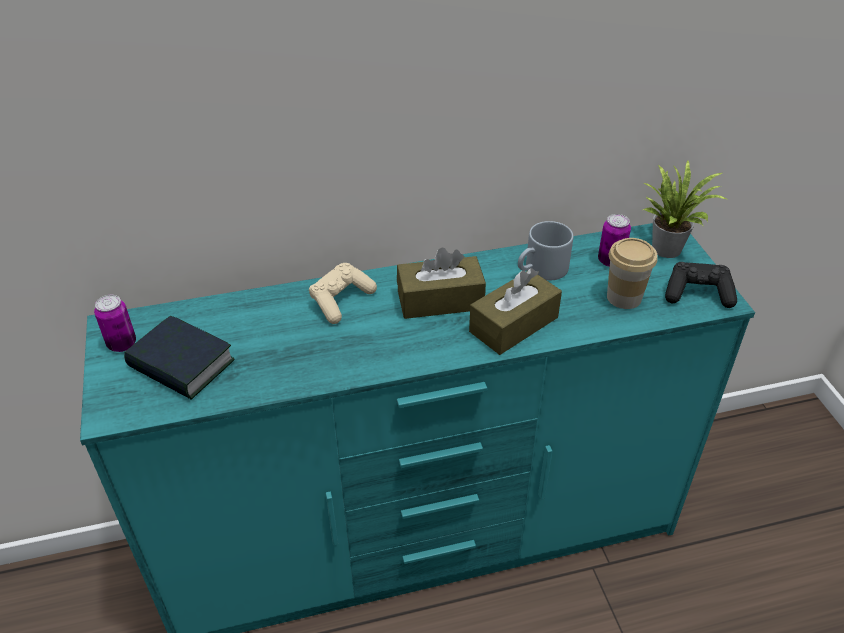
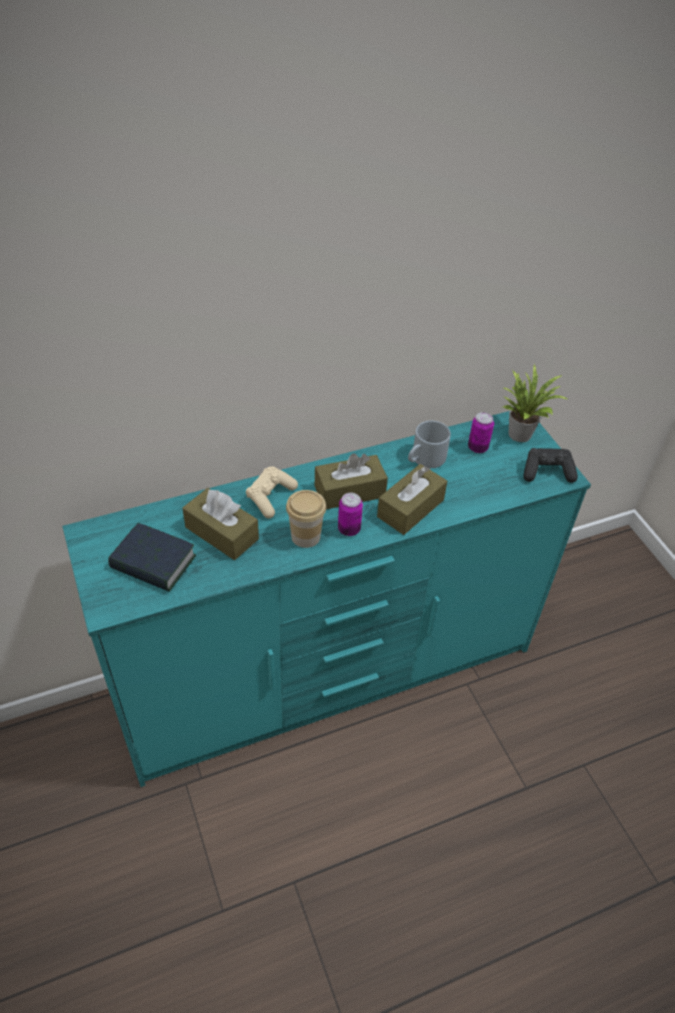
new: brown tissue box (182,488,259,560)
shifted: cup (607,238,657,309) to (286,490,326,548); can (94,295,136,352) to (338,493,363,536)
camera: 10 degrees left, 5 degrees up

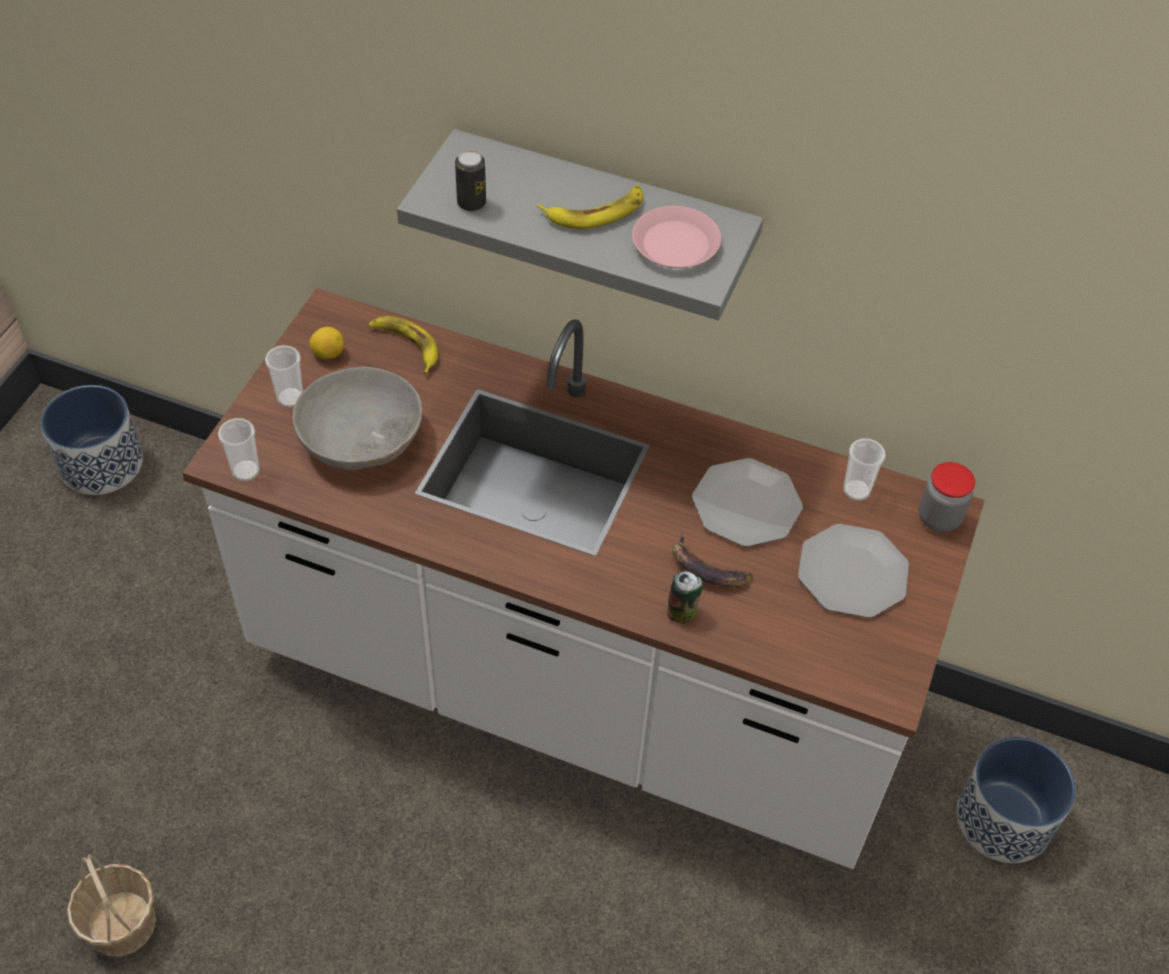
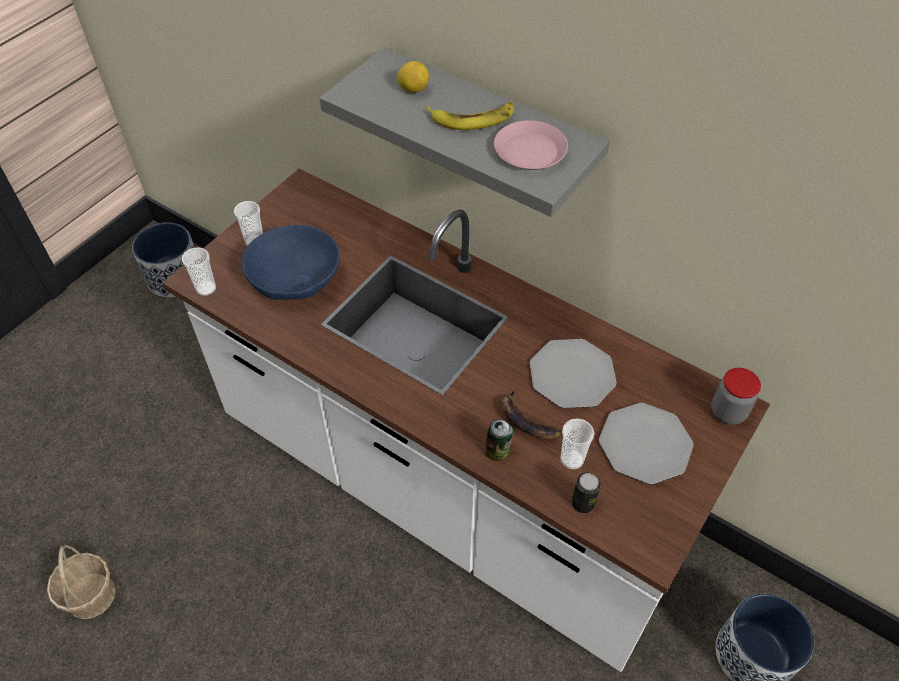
gone: banana (369,316,438,374)
shifted: lemon (309,327,344,359) to (397,61,429,93); cup (843,438,886,501) to (560,418,594,470); can (455,150,486,211) to (572,472,601,513)
repainted: grey bowl (292,367,423,470) to blue bowl (242,225,340,300)
camera: 15 degrees right, 0 degrees up

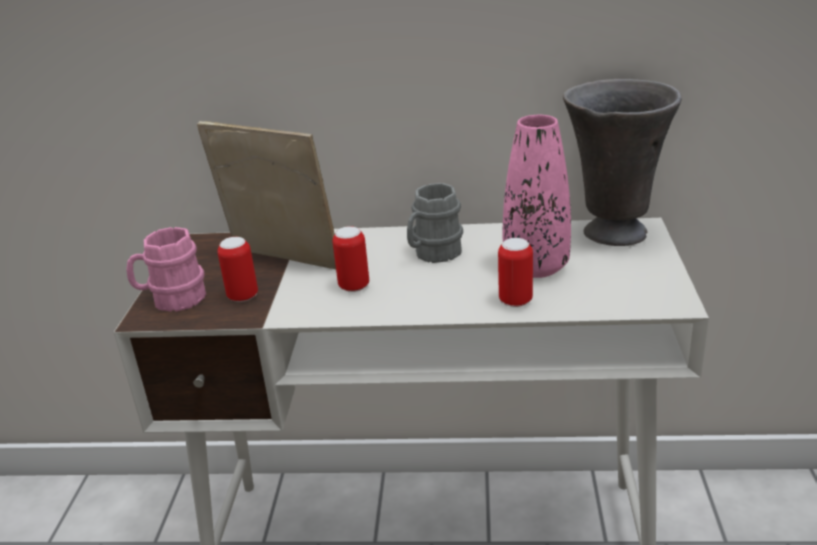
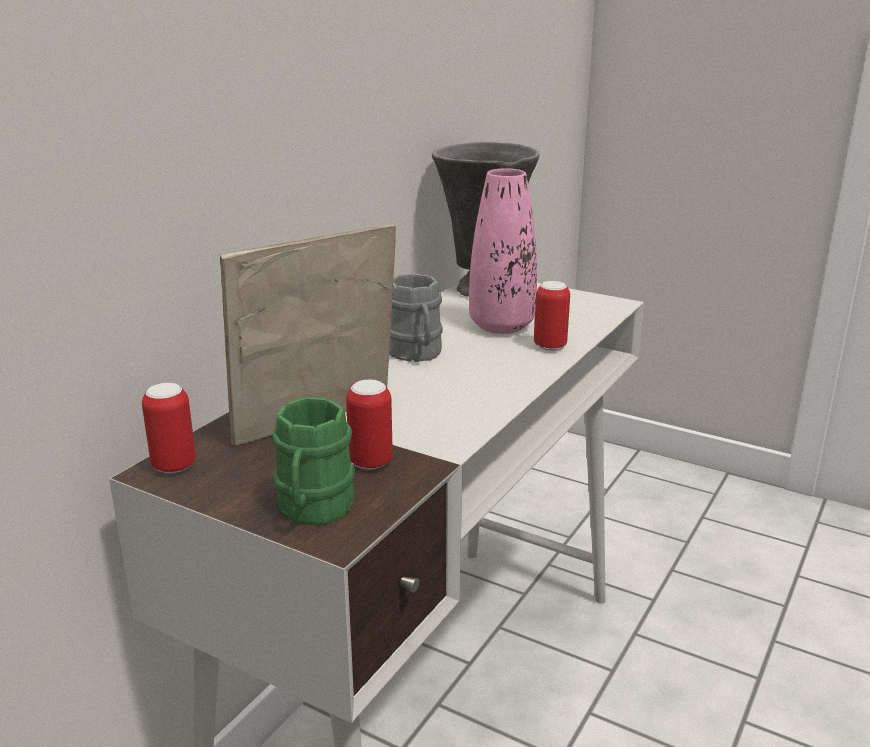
shifted: can (333,226,369,292) to (142,383,196,473)
repainted: pink mug (126,227,206,312) to green mug (272,397,355,526)
camera: 65 degrees left, 5 degrees down

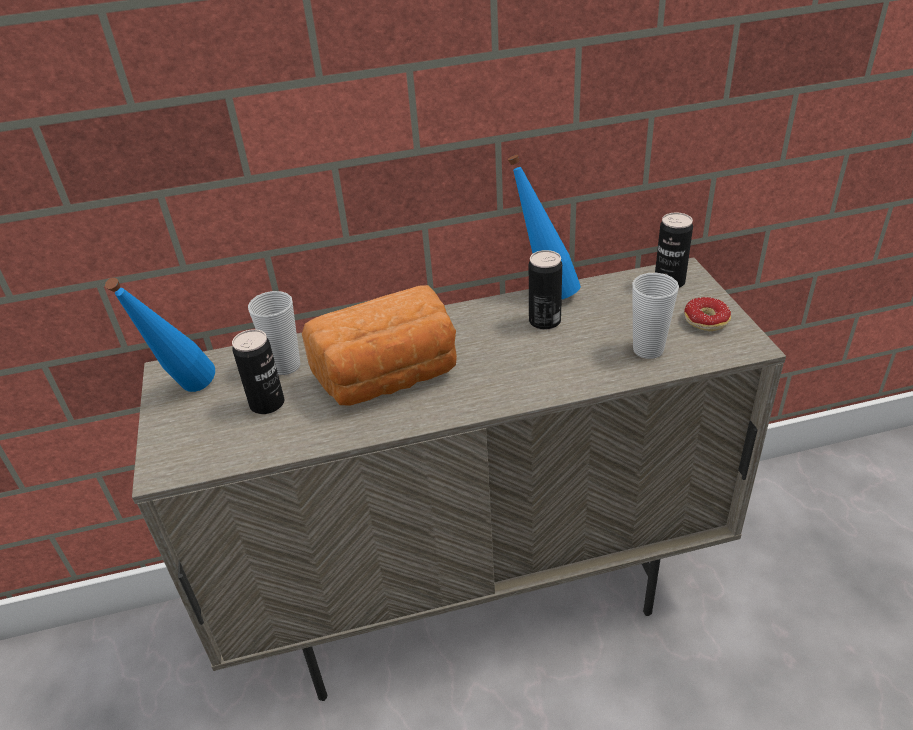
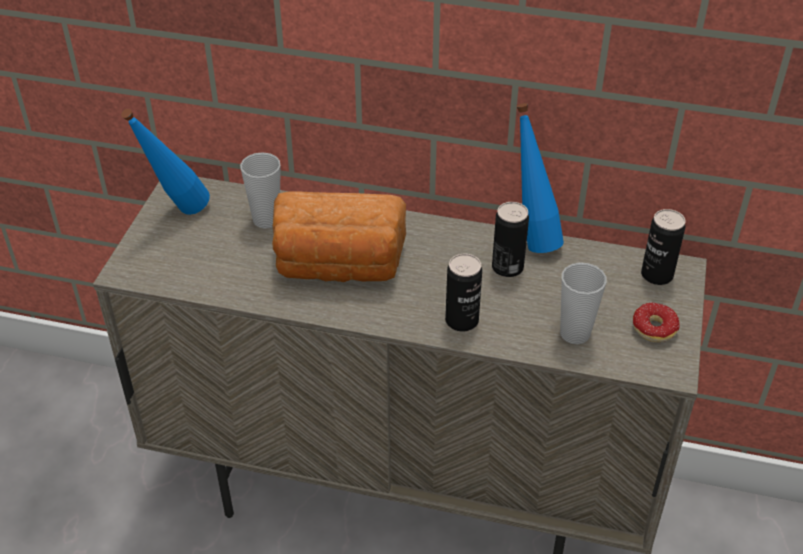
shifted: can (232,329,284,414) to (445,254,482,331)
camera: 25 degrees right, 5 degrees up

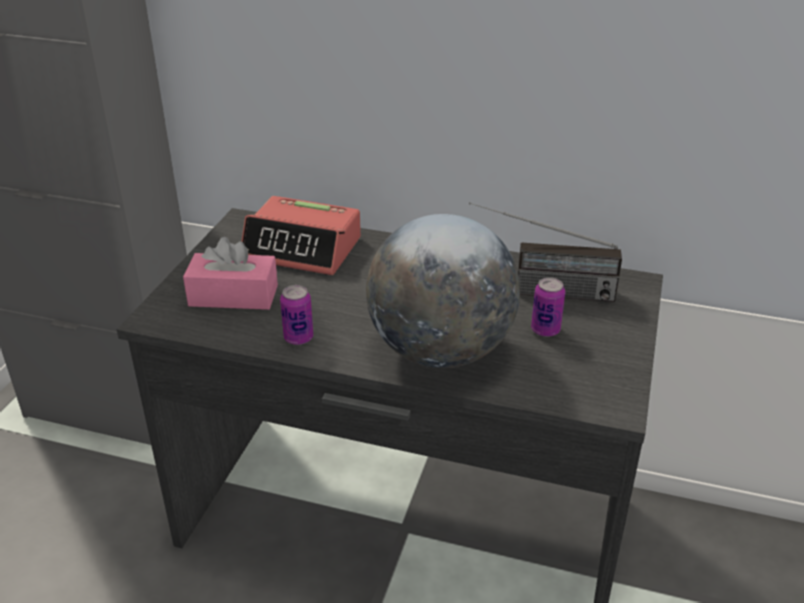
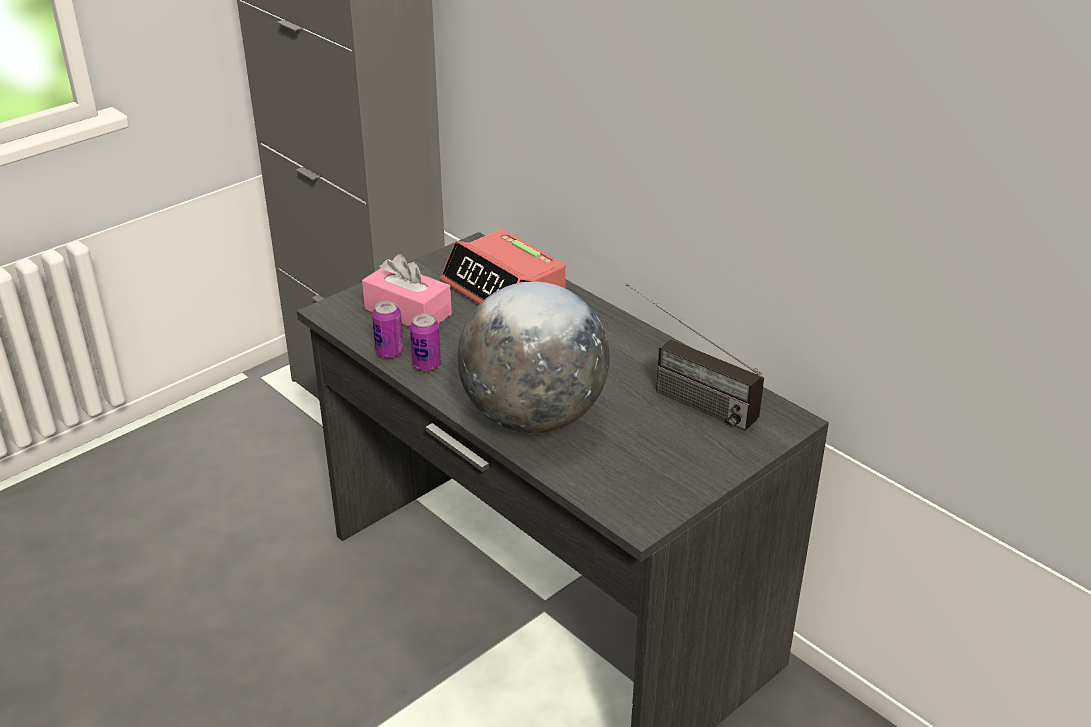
shifted: can (531,277,565,337) to (372,301,404,358)
camera: 30 degrees right, 0 degrees up

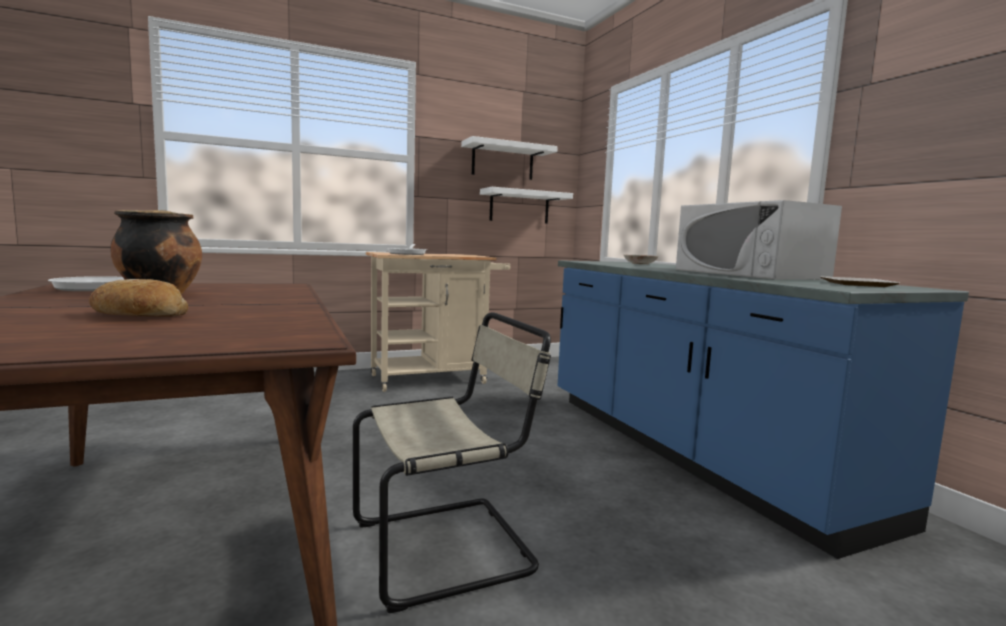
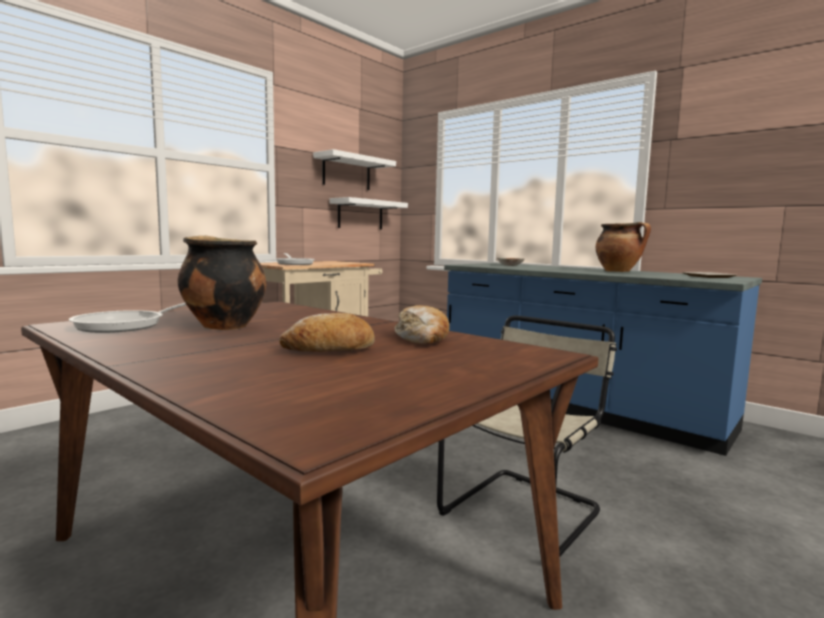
new: bread (394,305,449,344)
swapped: white microwave (676,200,842,280) to cooking pot (596,222,651,272)
camera: 25 degrees left, 0 degrees up

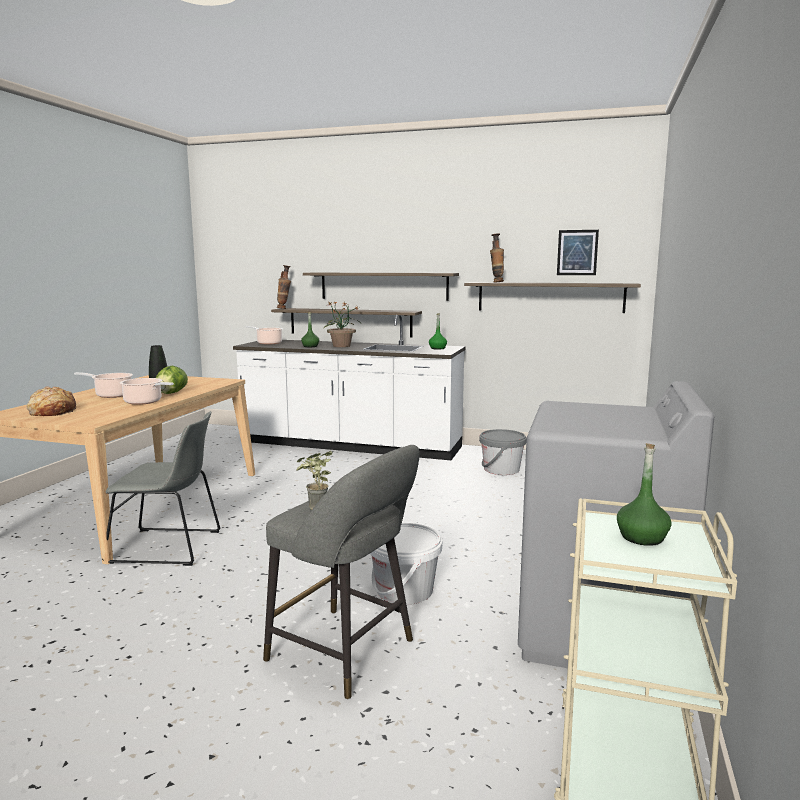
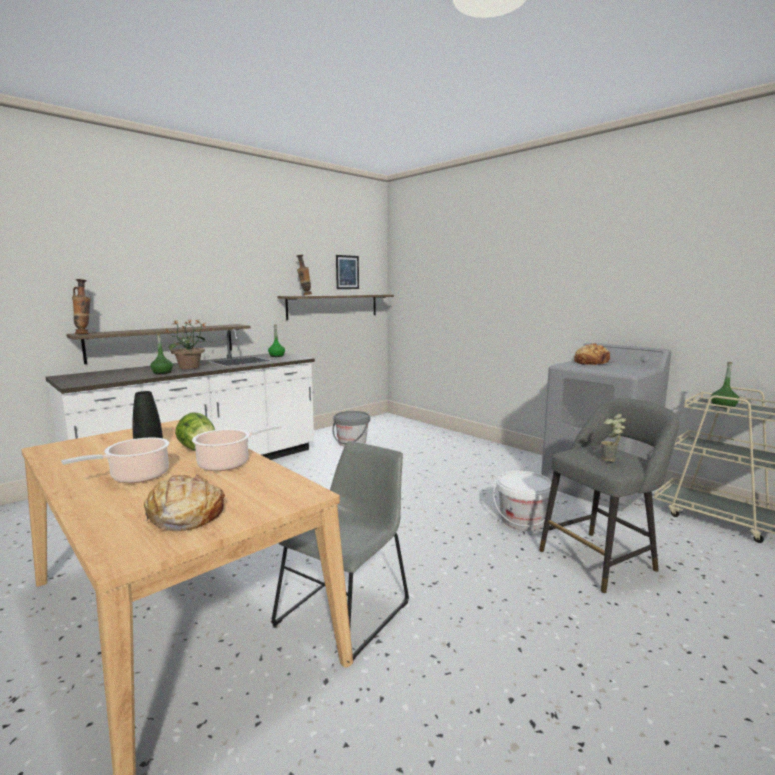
gone: cooking pot (246,326,283,345); shelf (303,273,459,301)
new: bread (574,343,614,366)
camera: 60 degrees left, 0 degrees up

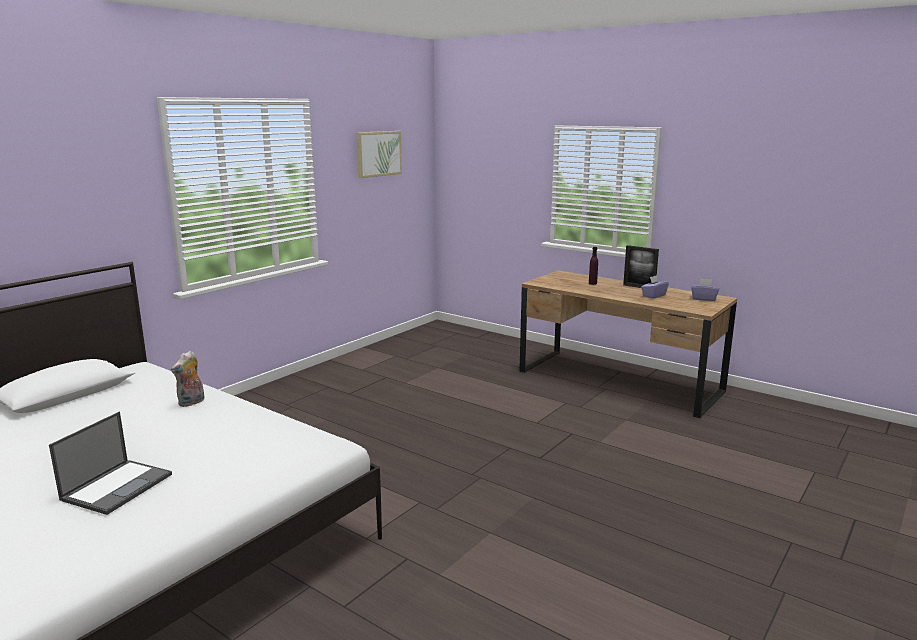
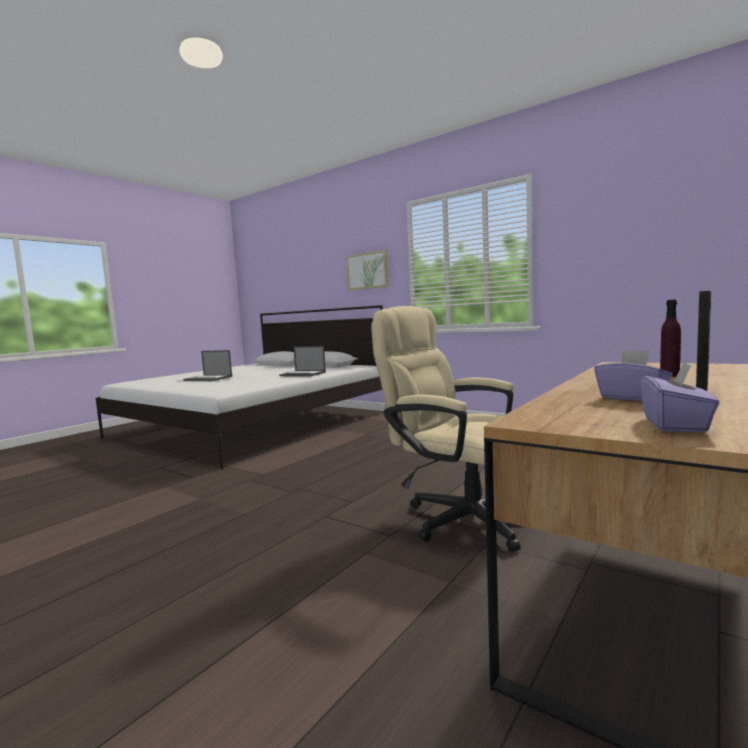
new: beige office chair (371,306,521,552)
shifted: picture (357,131,402,178) to (346,250,389,291)
swapped: plush toy (171,350,205,407) to laptop (279,346,326,377)
camera: 90 degrees right, 10 degrees down

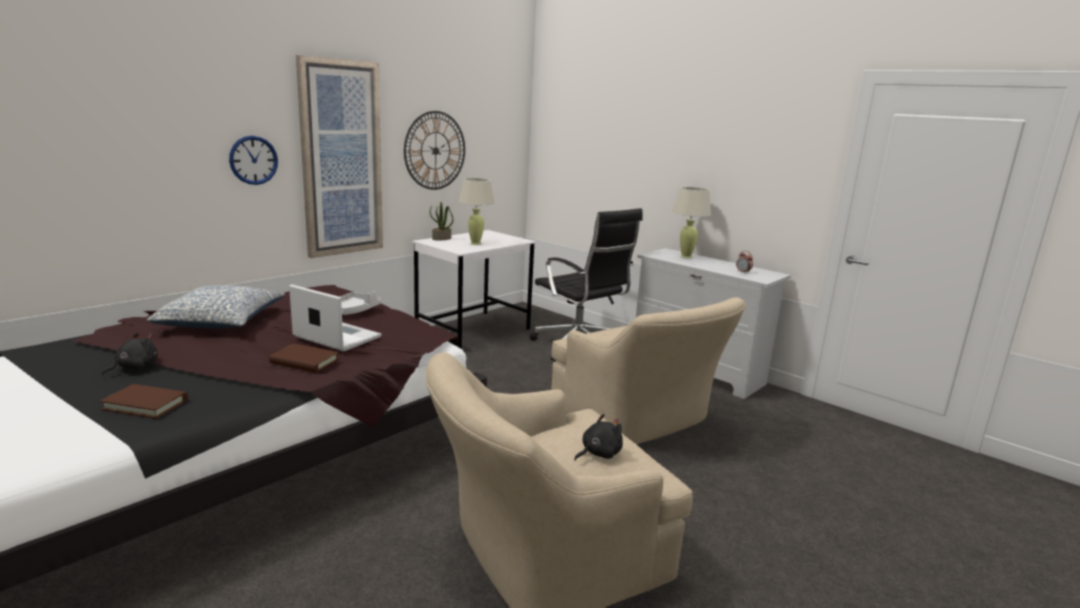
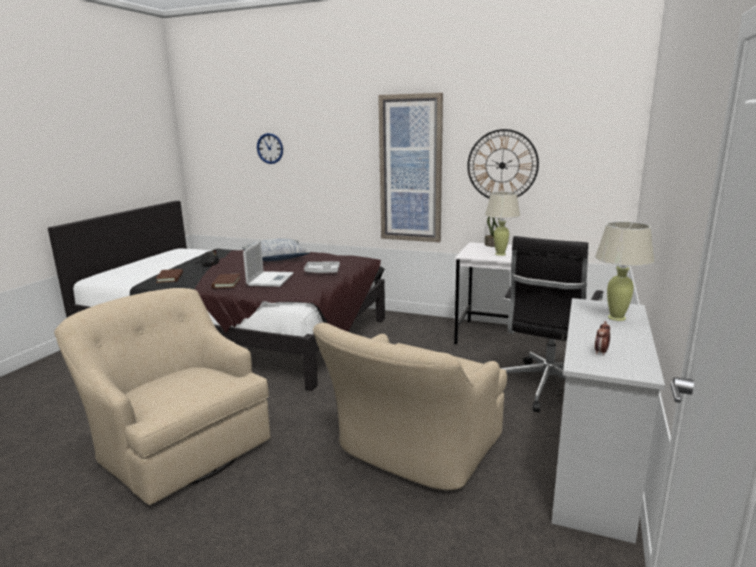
gone: black plush toy (574,414,623,461)
shifted: wall clock (229,136,278,185) to (257,133,283,164)
camera: 70 degrees right, 0 degrees up

